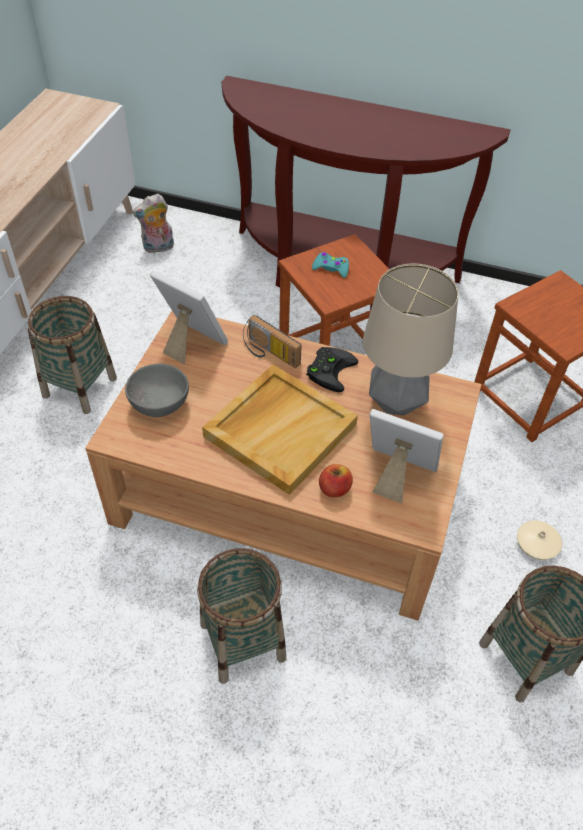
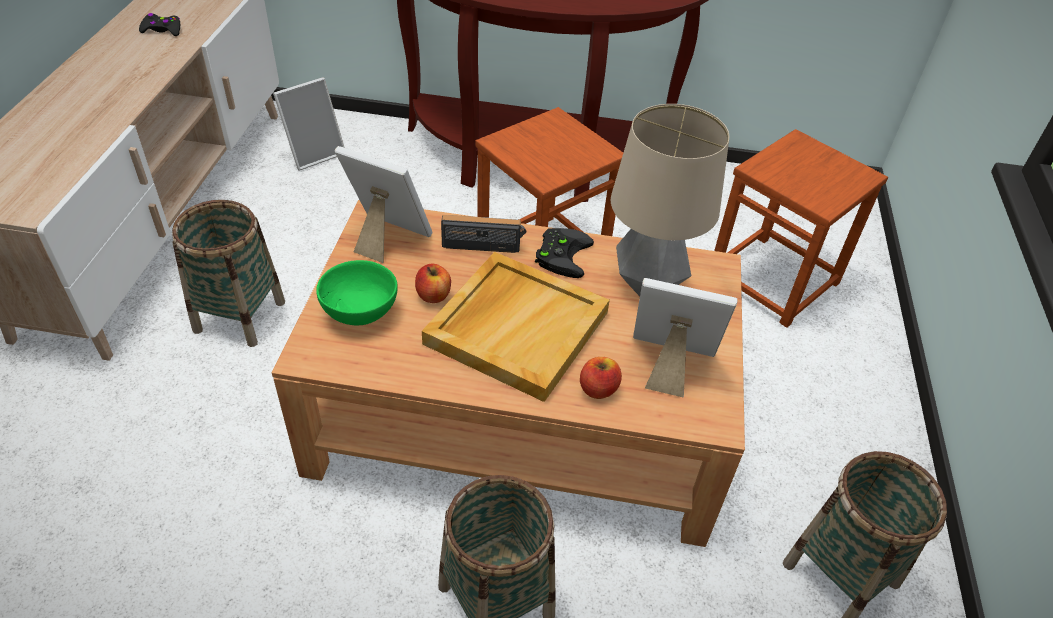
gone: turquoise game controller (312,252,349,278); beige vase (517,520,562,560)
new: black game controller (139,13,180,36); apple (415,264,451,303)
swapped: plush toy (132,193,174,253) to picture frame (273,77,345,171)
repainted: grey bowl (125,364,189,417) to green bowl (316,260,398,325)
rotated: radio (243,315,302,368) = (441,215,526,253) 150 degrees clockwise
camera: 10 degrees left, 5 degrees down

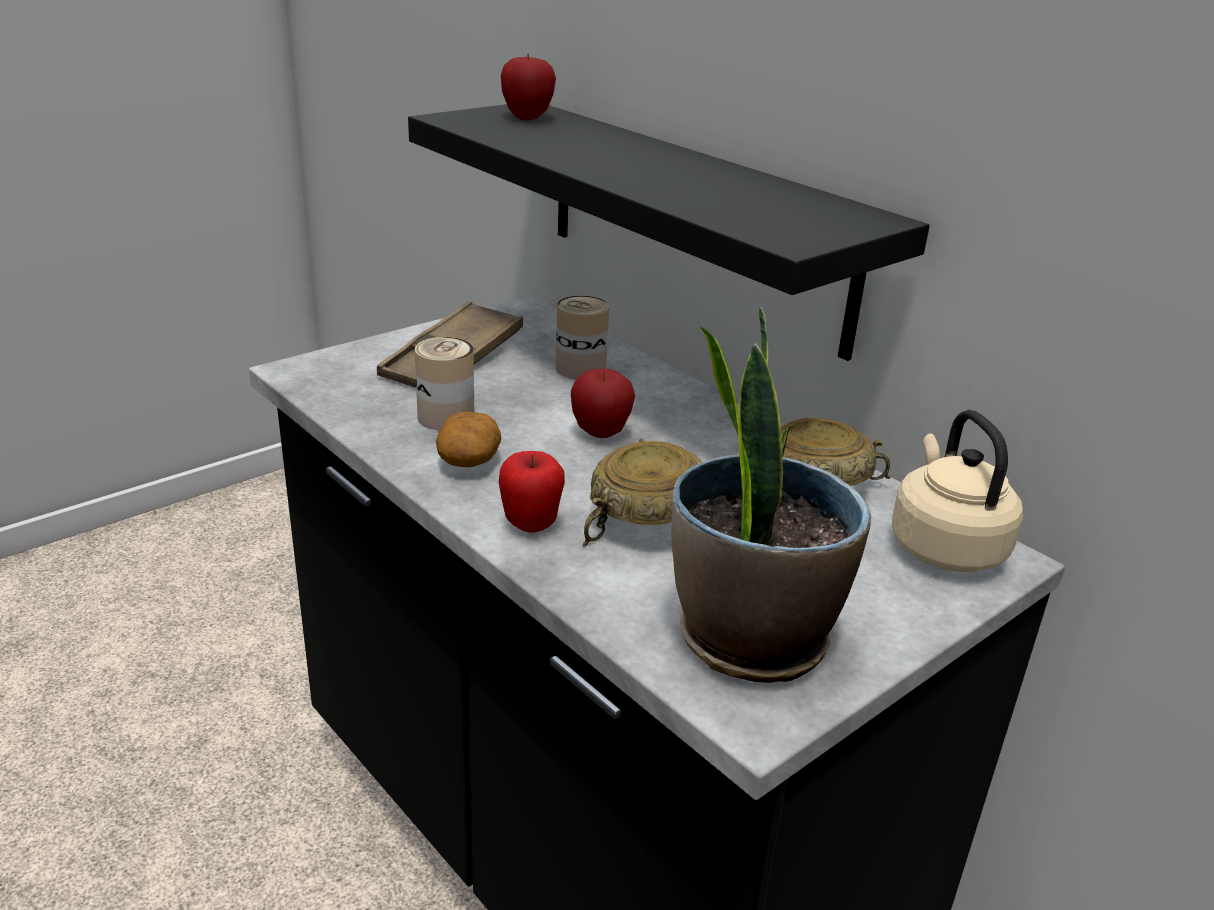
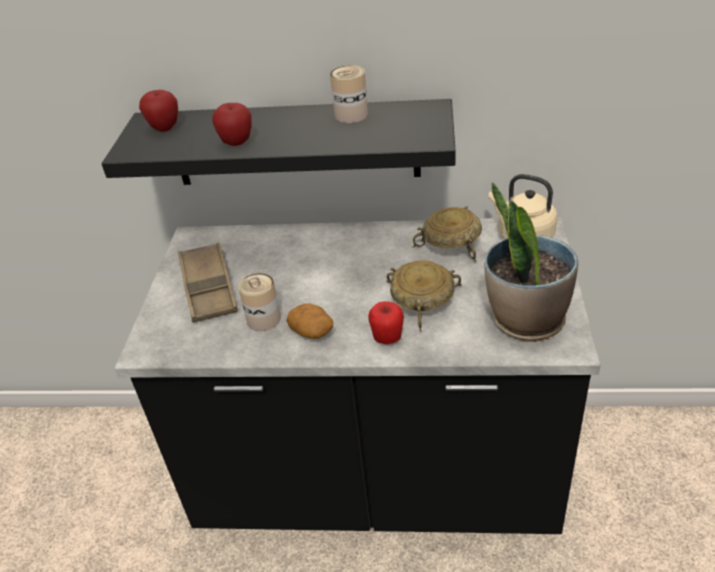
shifted: apple (571,369,635,438) to (212,103,252,146); can (555,296,609,379) to (330,65,368,123)
camera: 40 degrees left, 10 degrees up

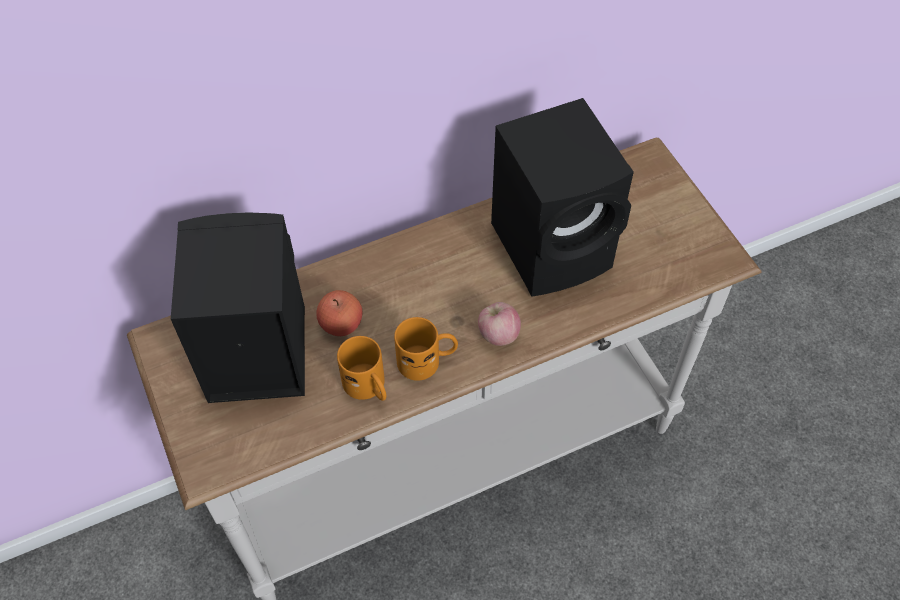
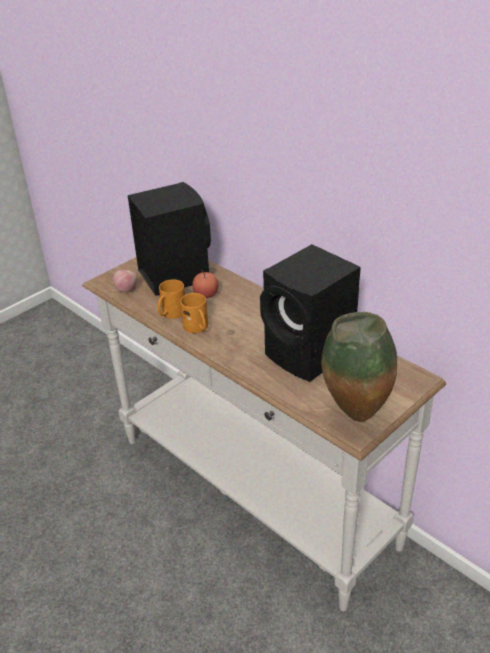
new: vase (321,312,397,422)
shifted: apple (478,302,521,346) to (113,270,137,292)
camera: 70 degrees right, 20 degrees down

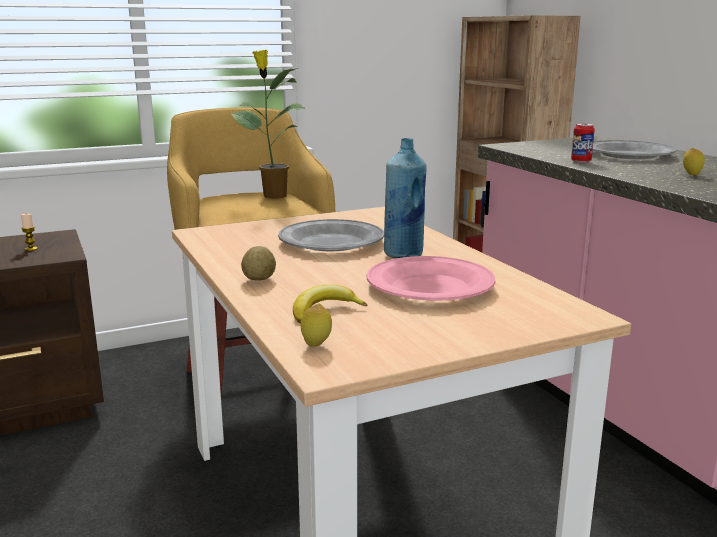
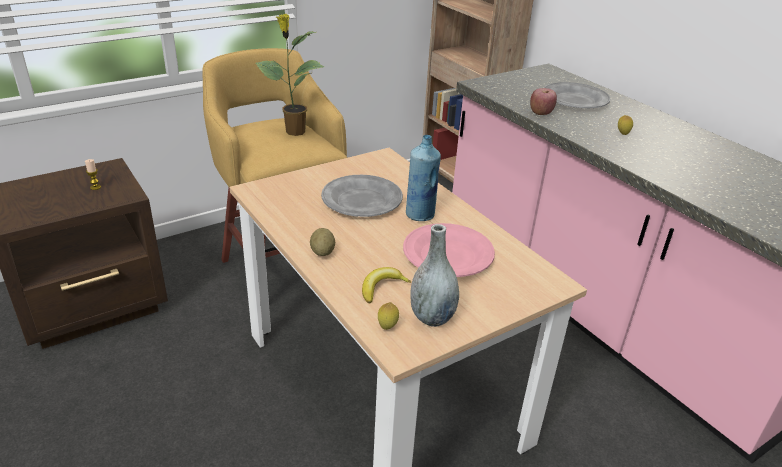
new: grey vase (410,224,459,327)
swapped: can (571,123,595,163) to apple (530,88,557,115)
camera: 10 degrees left, 15 degrees up

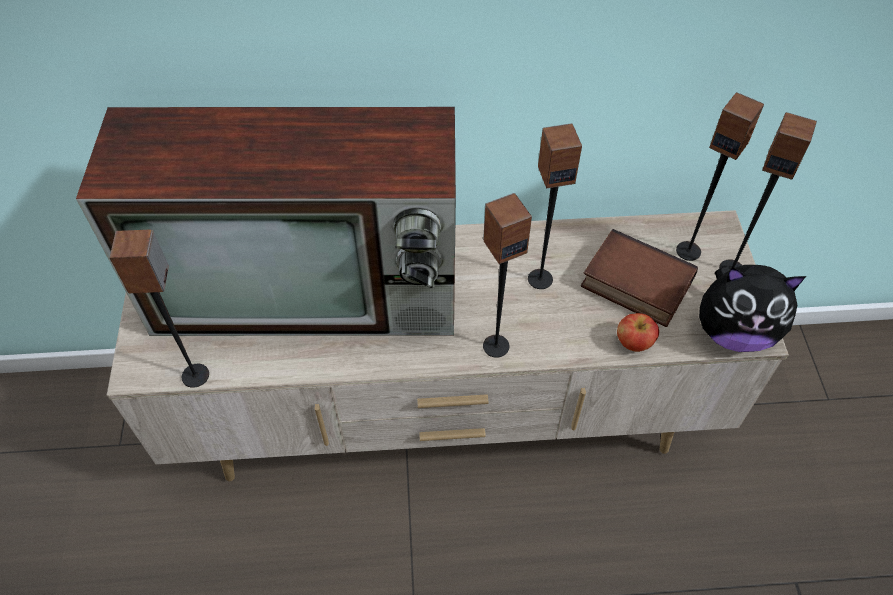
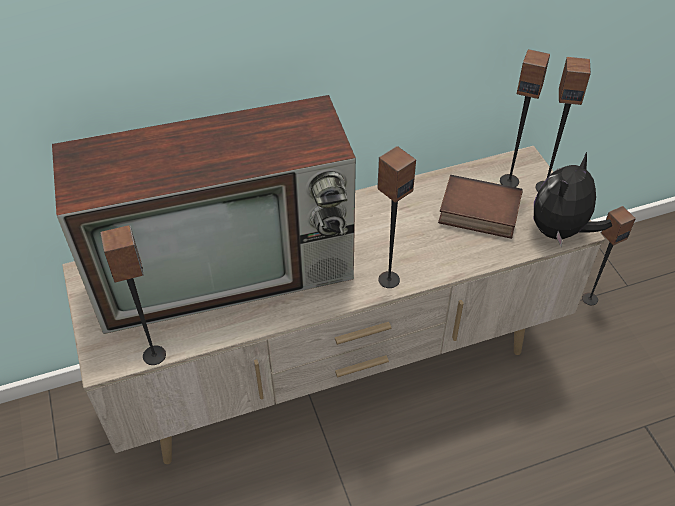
gone: apple (617,313,659,352)
shifted: speaker (528,123,582,289) to (582,206,636,305)
rotated: plush toy (699,265,806,352) = (534,152,612,248) 135 degrees clockwise
camera: 15 degrees left, 5 degrees down

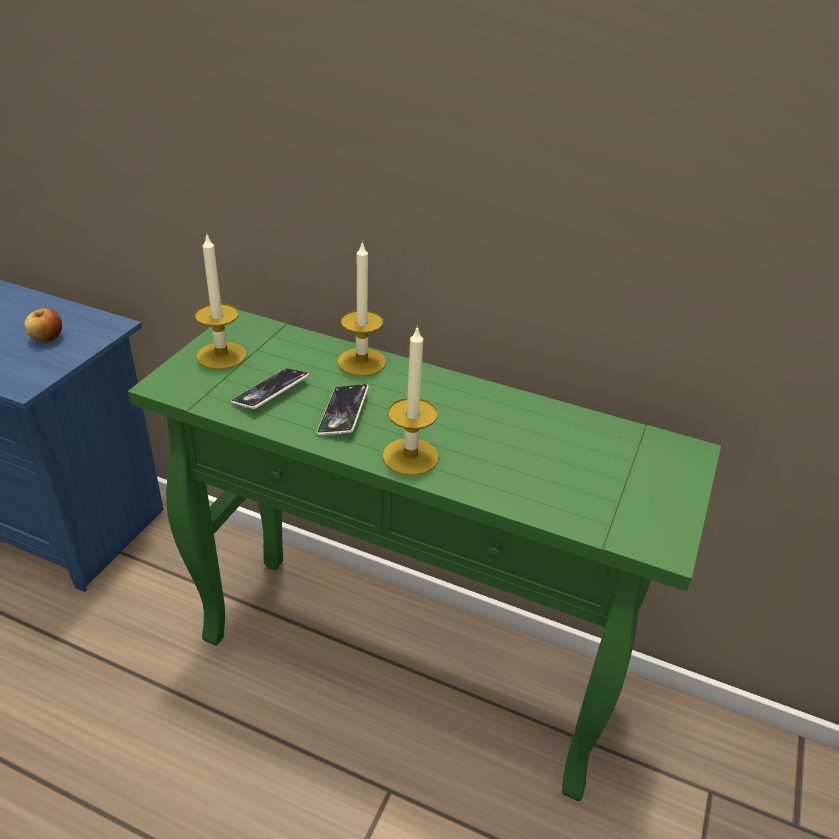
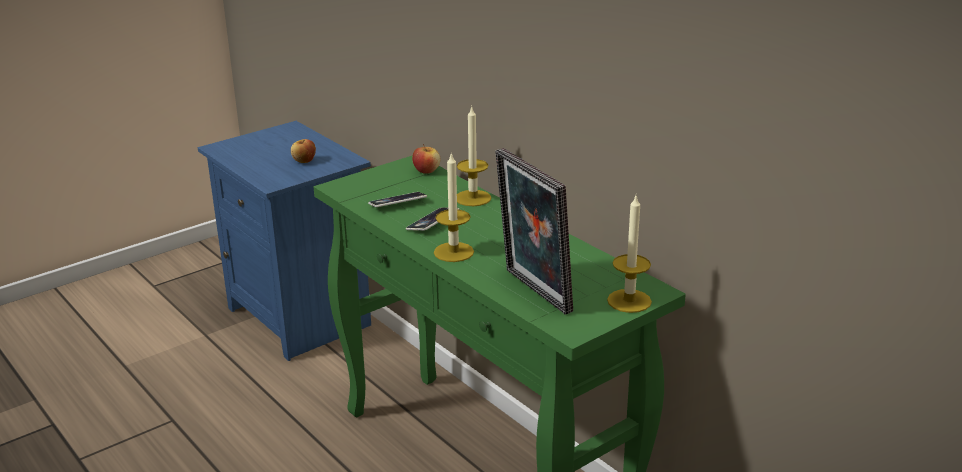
new: apple (412,144,440,174); picture frame (495,148,573,315)
shifted: candle (195,233,246,370) to (607,196,652,313)
camera: 30 degrees right, 10 degrees down

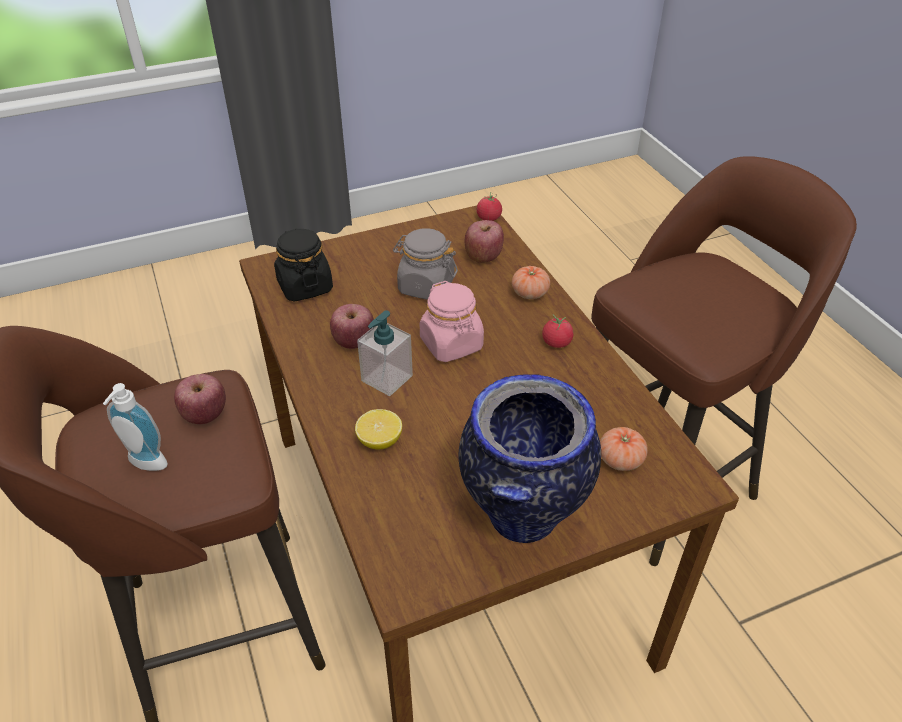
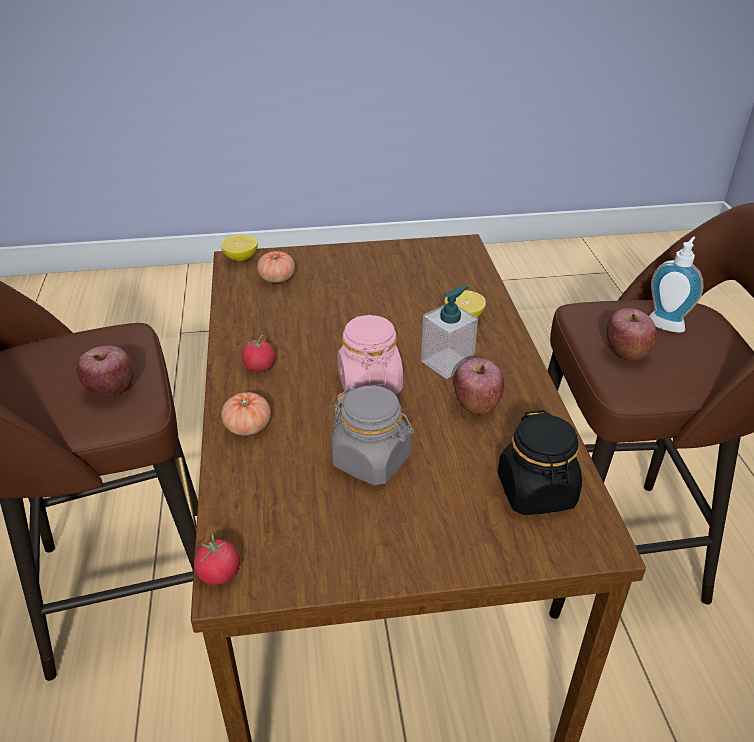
gone: vase (459,374,601,543)
new: lemon (221,235,258,261)
shifted: apple (465,220,504,263) to (76,346,134,396)
camera: 165 degrees left, 5 degrees down

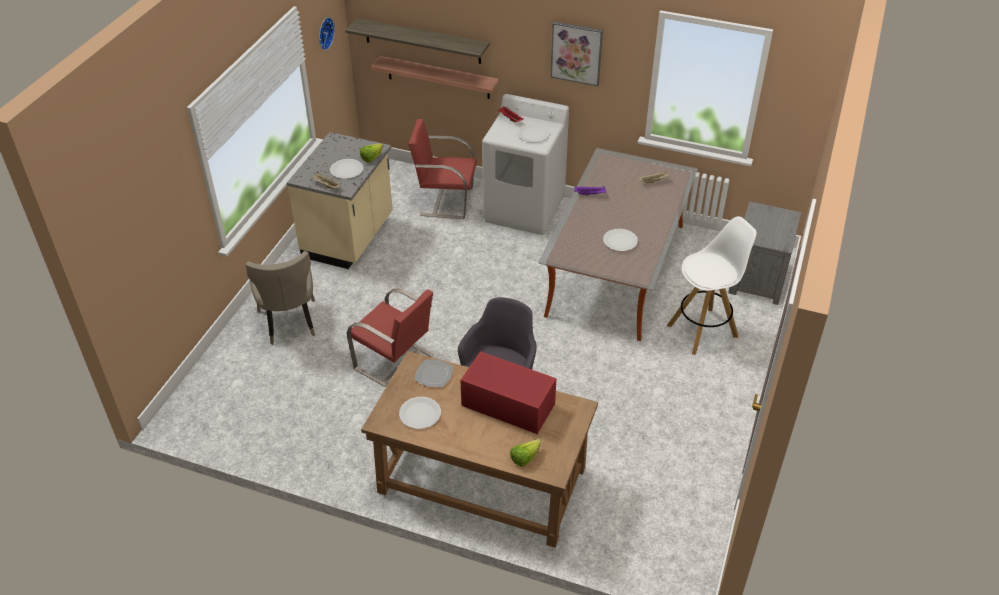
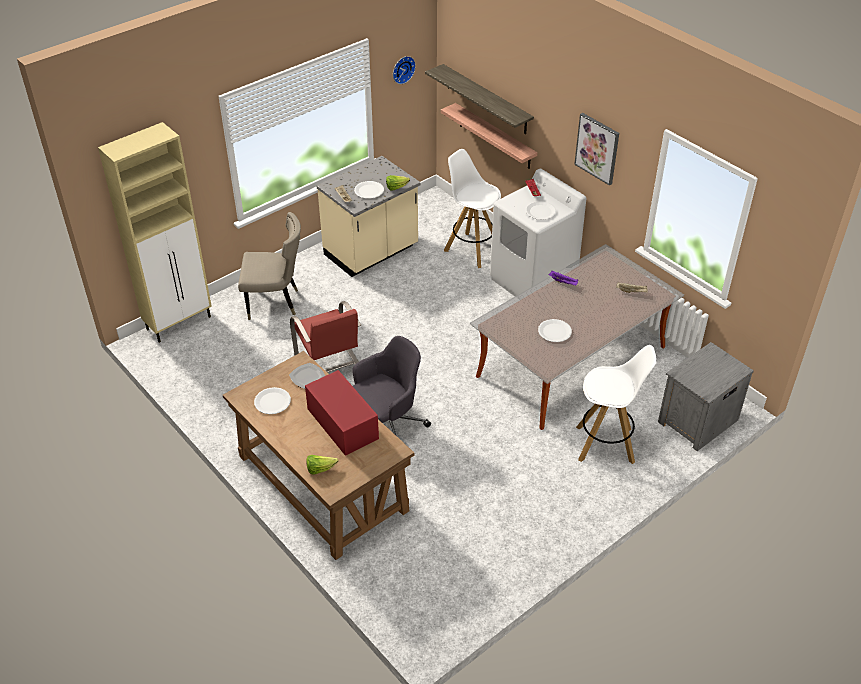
new: beige cabinet (98,122,212,343)
swapped: red chair (408,119,477,219) to white stool (444,149,501,268)
rotated: beige chair (245,251,315,344) = (238,212,301,320) 105 degrees counterclockwise
camera: 30 degrees right, 0 degrees up

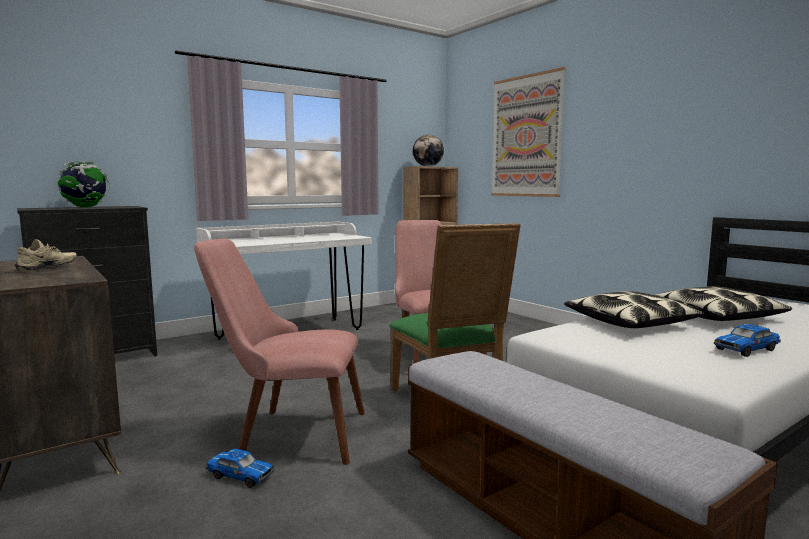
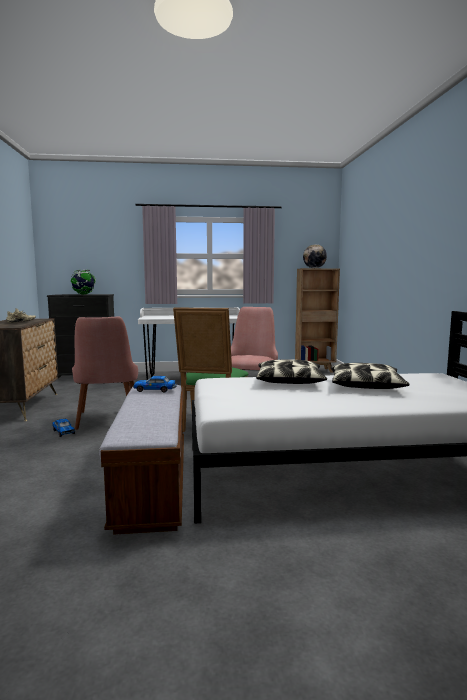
gone: picture (491,67,566,197)
shifted: toy car (714,324,781,357) to (133,376,177,393)
rotated: pink chair (194,238,365,465) = (72,316,138,430) 135 degrees counterclockwise
camera: 30 degrees right, 0 degrees up

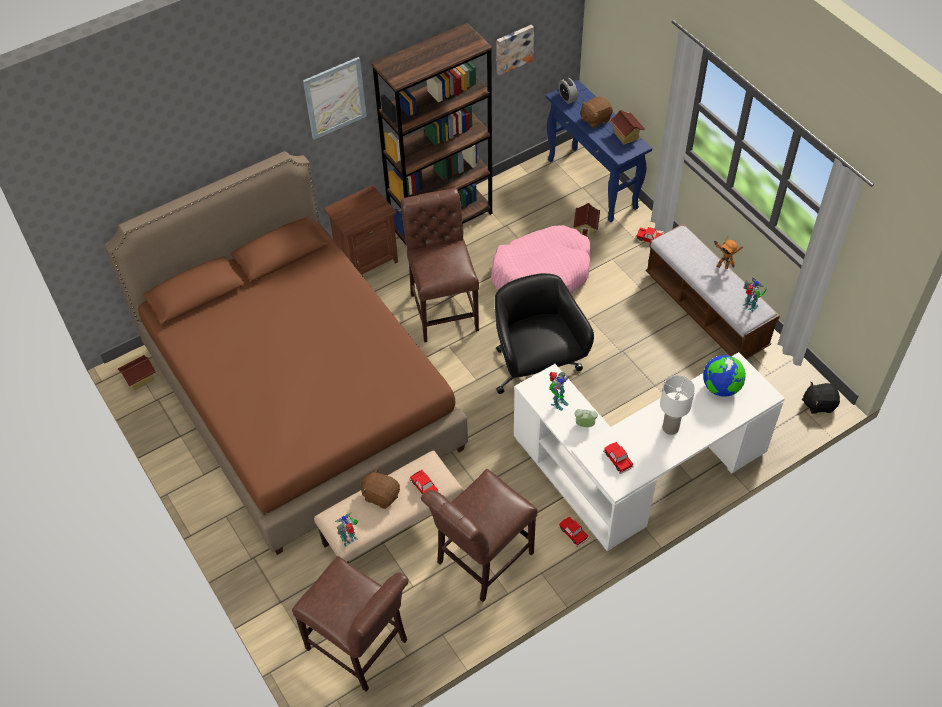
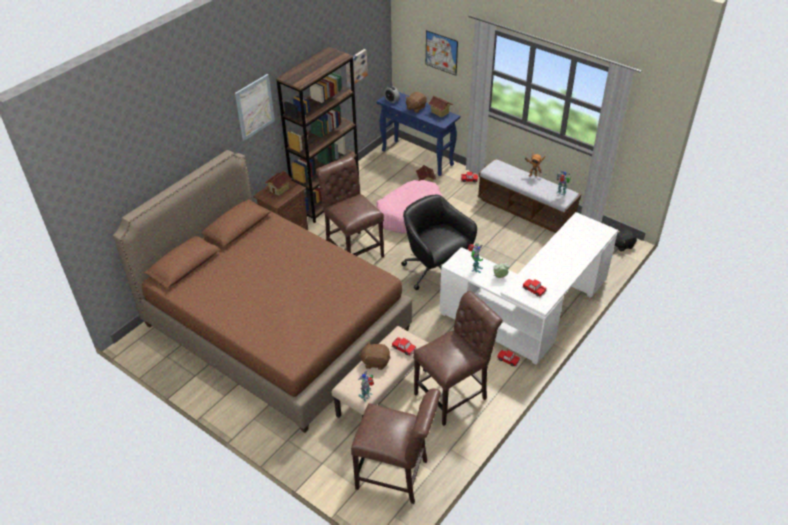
gone: white table lamp (660,375,695,435); globe (703,355,746,397)
new: picture (426,30,458,76)
shifted: toy house (118,355,156,390) to (265,171,292,196)
rotated: brown chair (421,469,538,602) = (413,291,503,426) 150 degrees counterclockwise
camera: 20 degrees left, 10 degrees down

